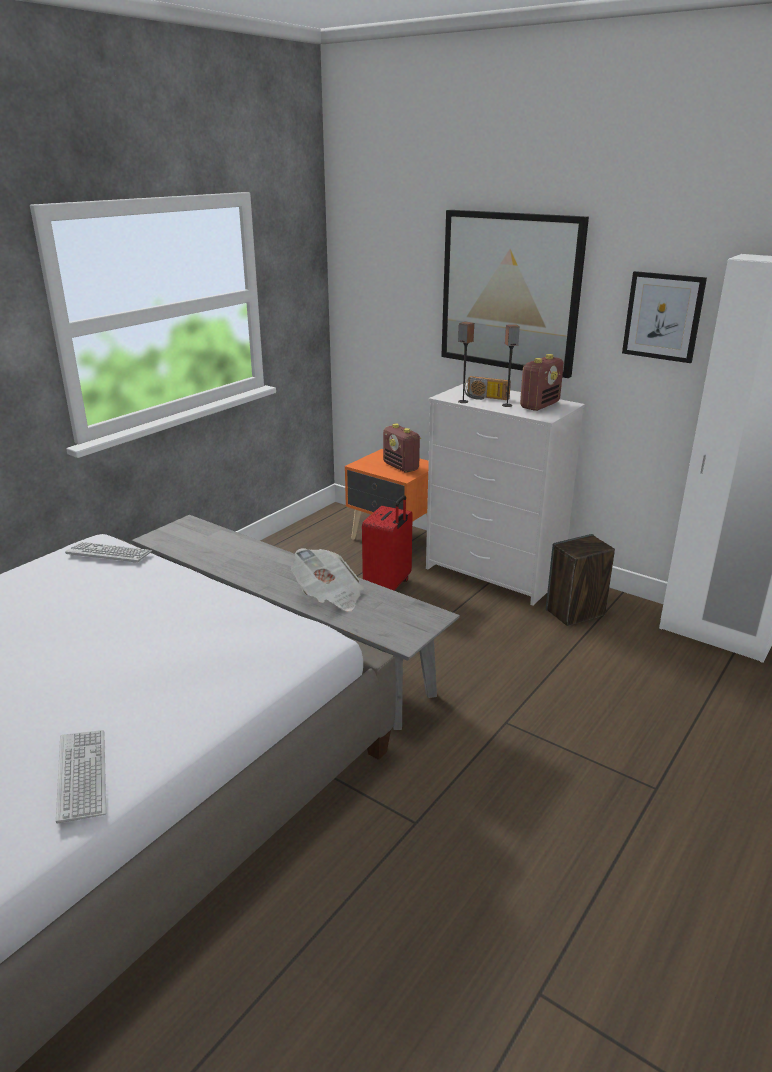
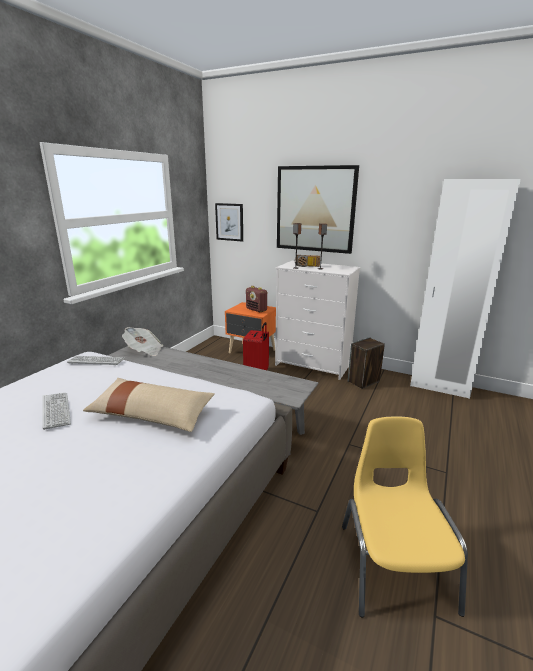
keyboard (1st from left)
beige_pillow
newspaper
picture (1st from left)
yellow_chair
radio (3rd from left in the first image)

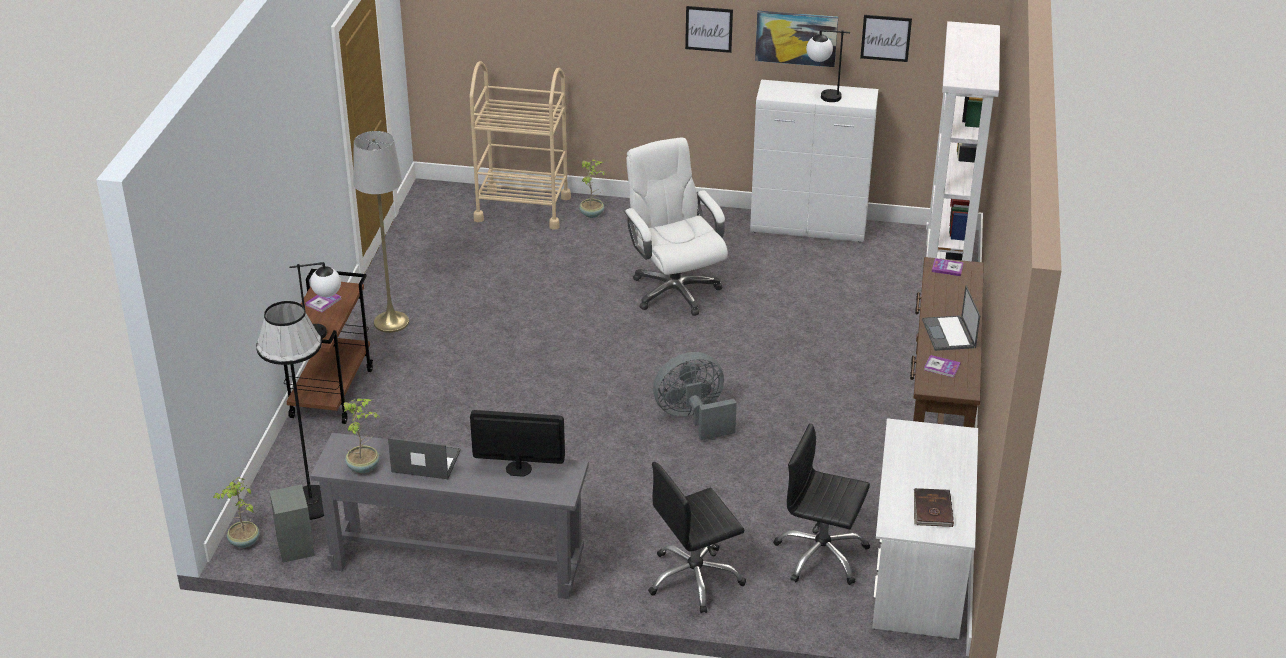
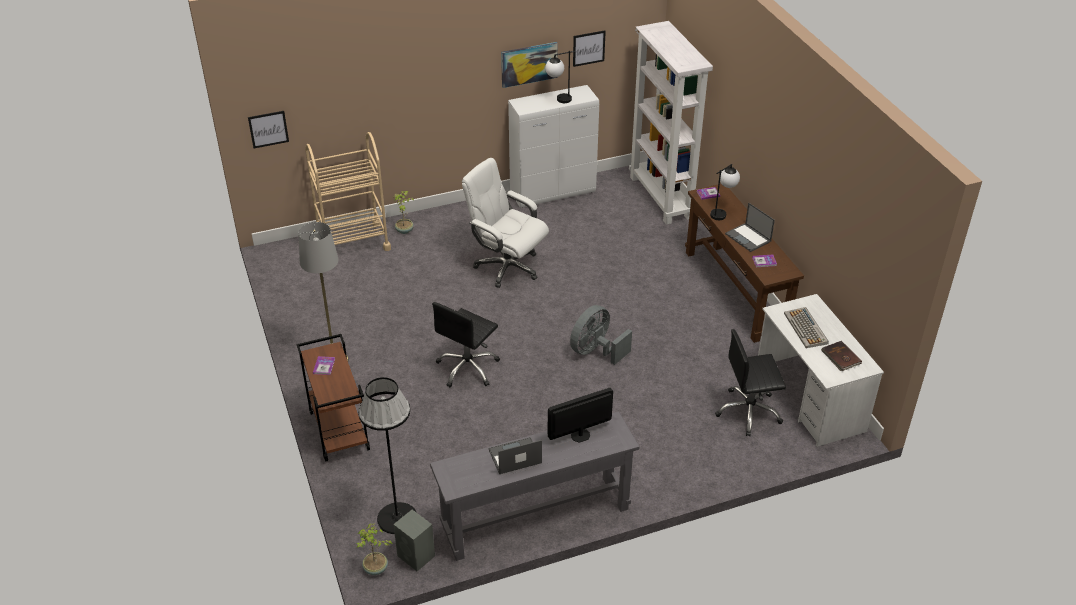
picture (1st from left)
black_office_chair (1st from left)
table_lamp (2nd from left)
keyboard
potted_plant (2nd from left in the first image)

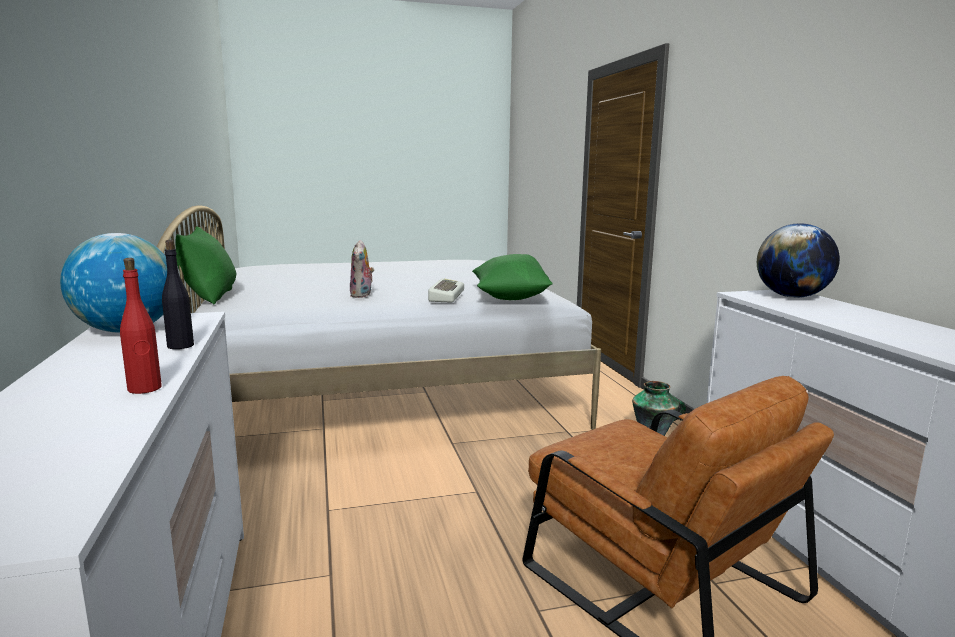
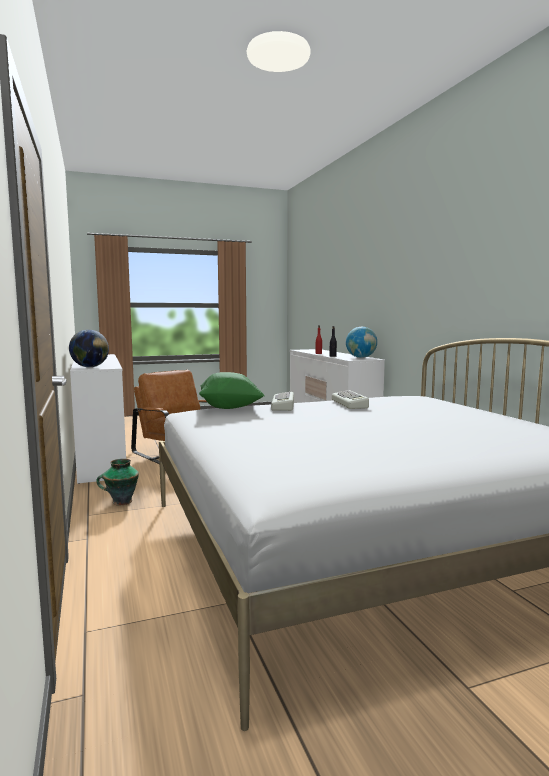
keyboard (2nd from left)
green_pillow (1st from left in the first image)

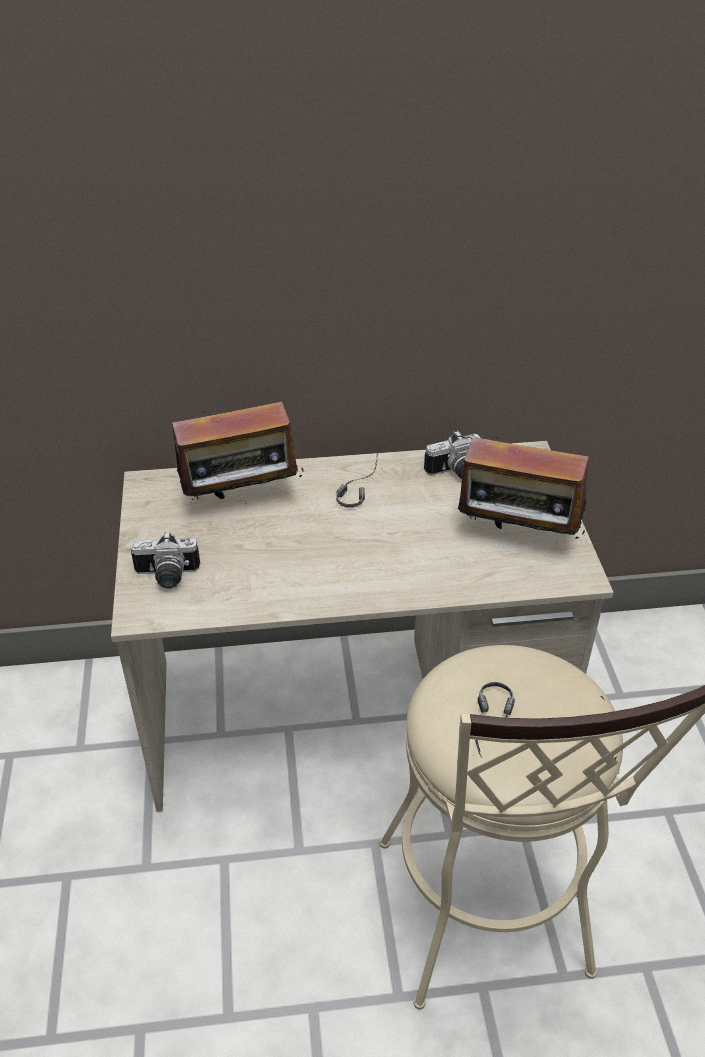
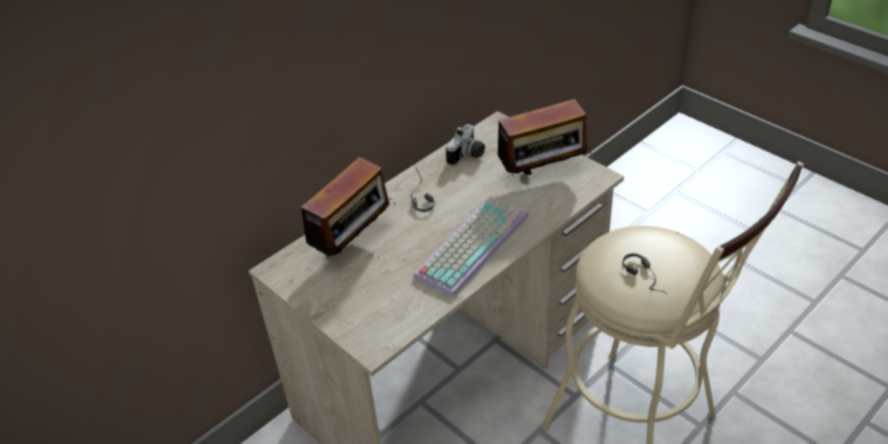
keyboard
photo_camera (1st from left in the first image)

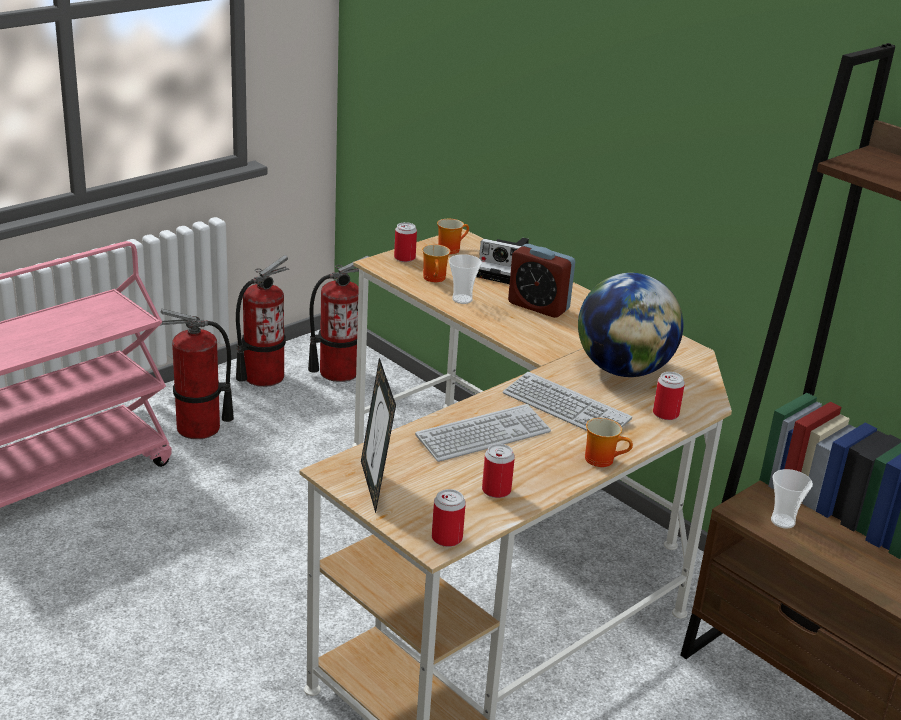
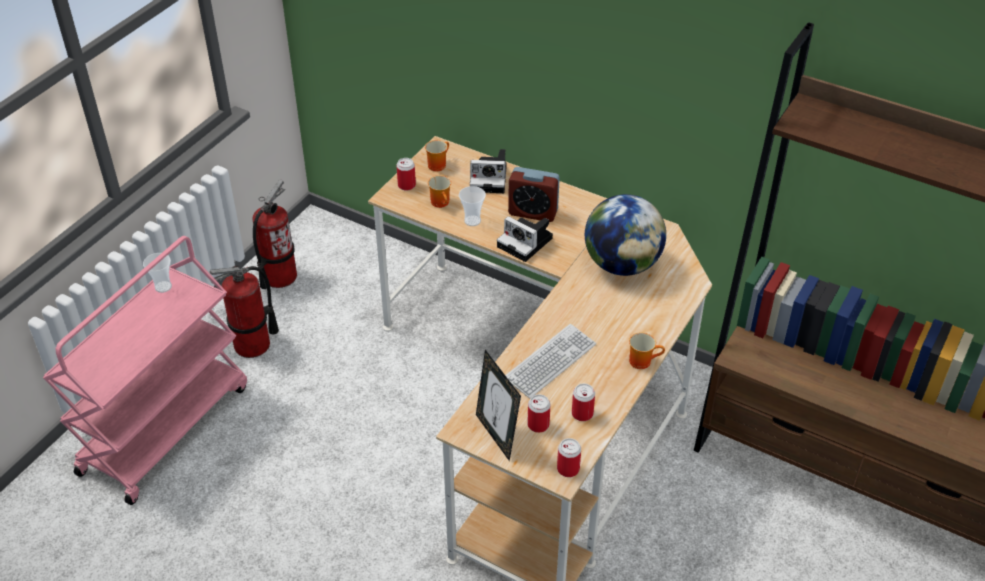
cup (1st from left)
photo_camera (2nd from left)
can (2nd from left)
fire_extinguisher (3rd from left in the first image)
keyboard (2nd from left in the first image)

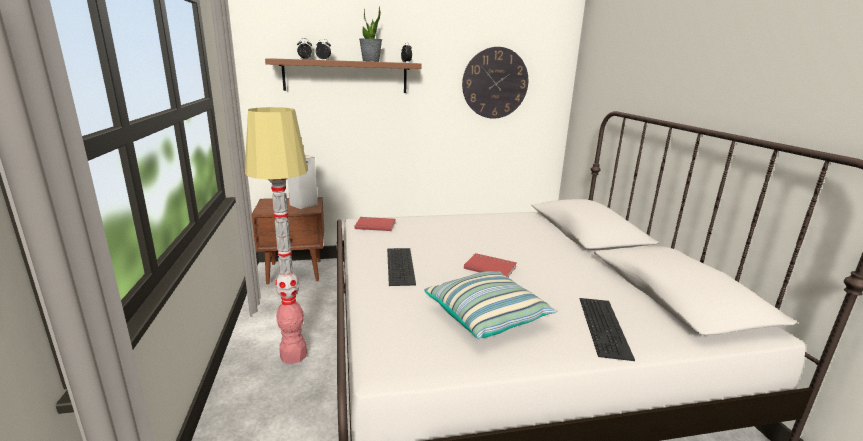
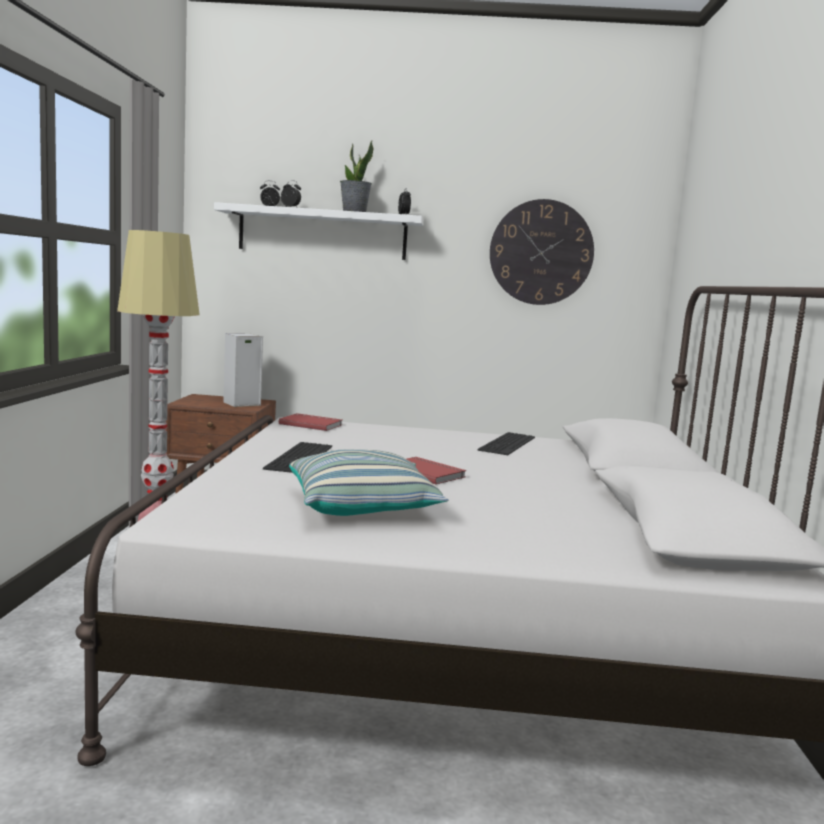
white_shelf
keyboard (2nd from left)

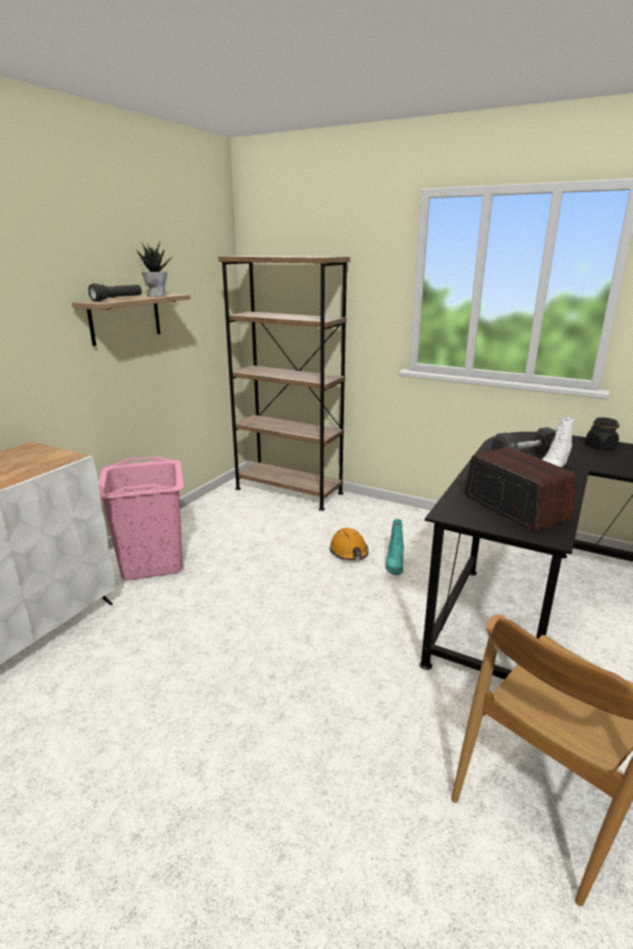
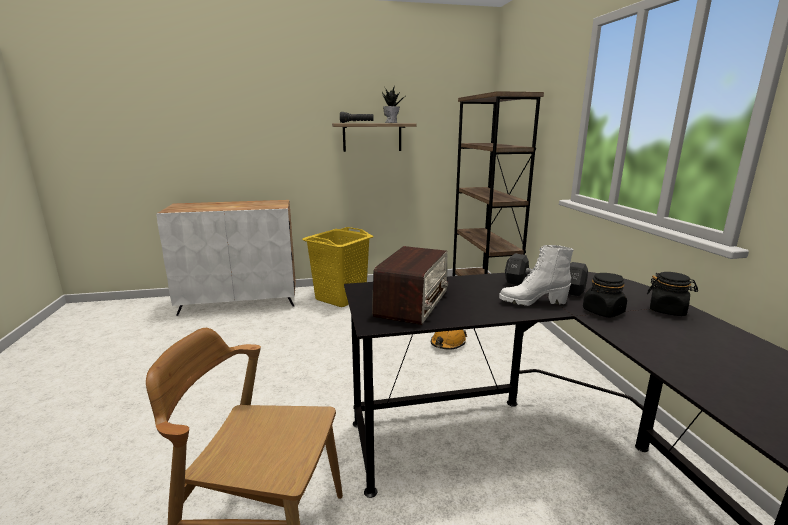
yellow_laundry_basket
black_jar (1st from left)
turquoise_boot

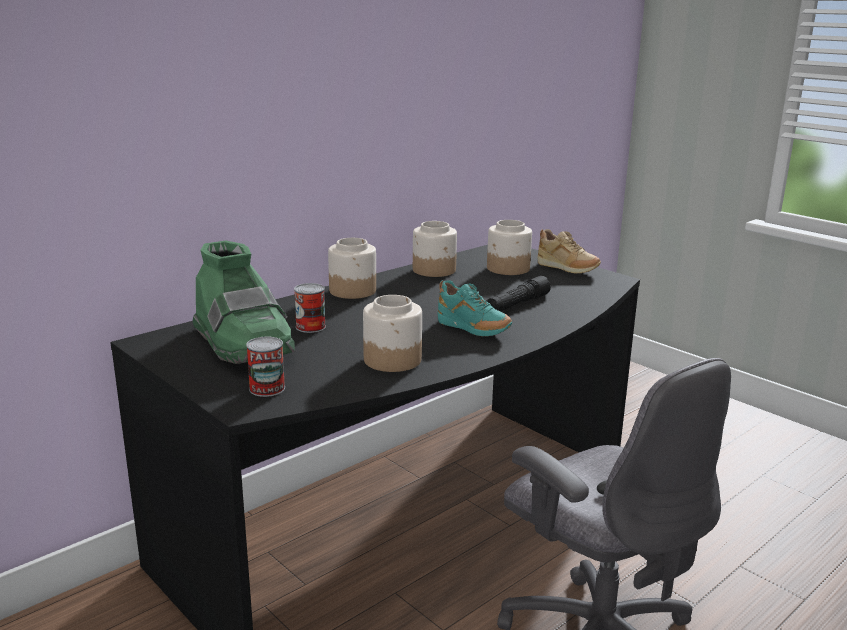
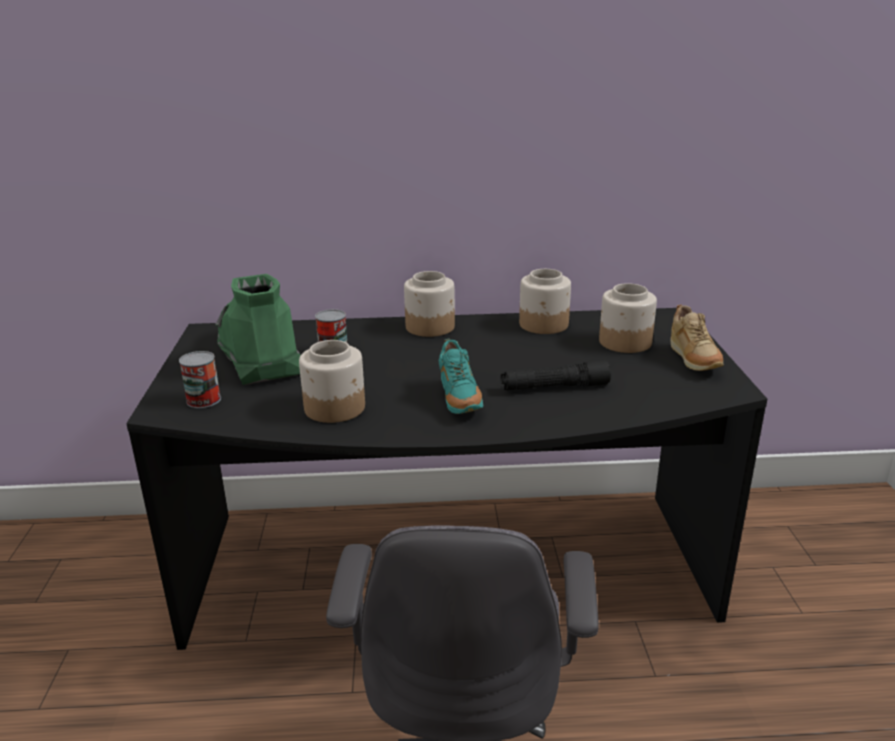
green_boot

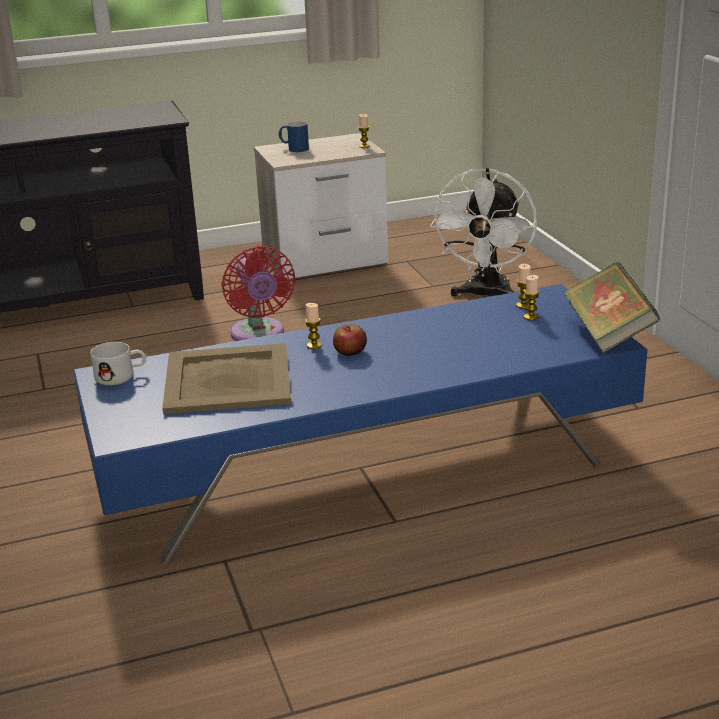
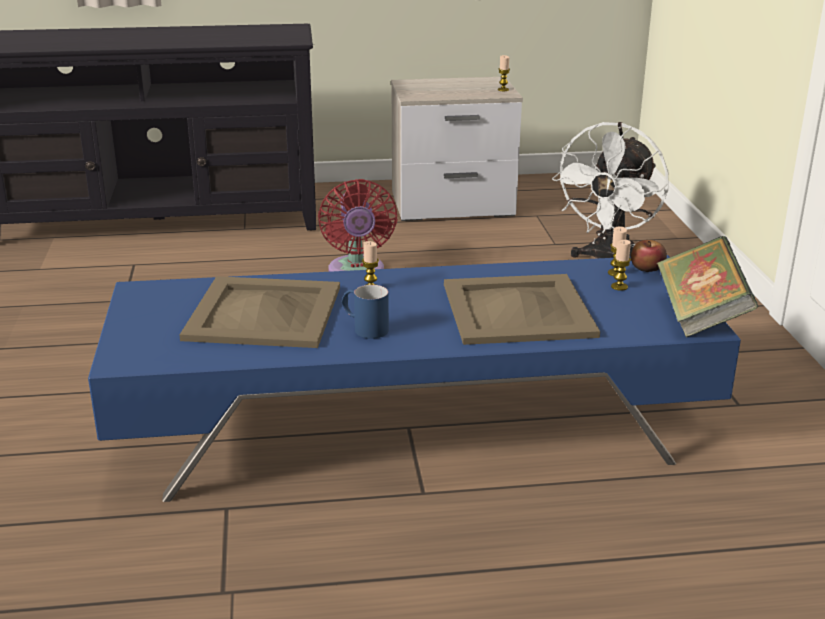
blue_mug
beige_tray (2nd from left)
apple
white_mug

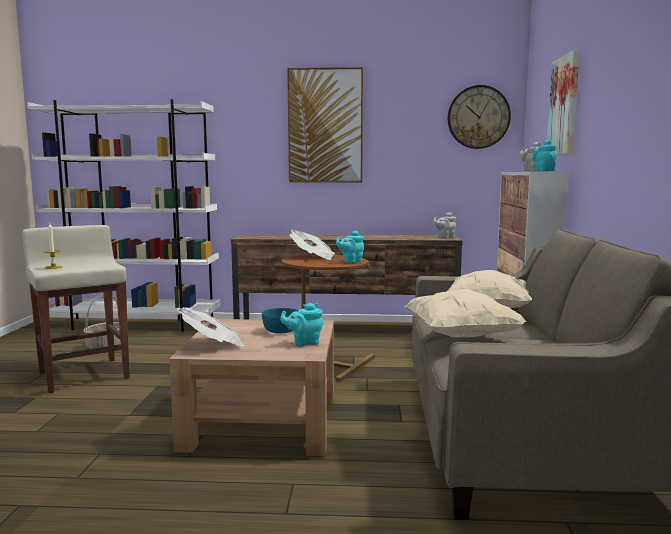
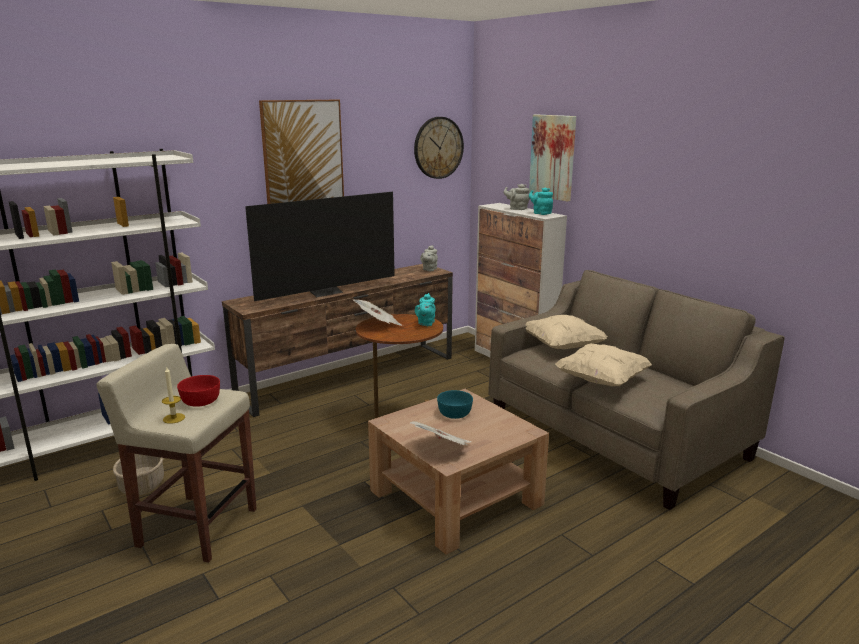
red_bowl
television
turquoise_teapot (1st from left in the first image)

